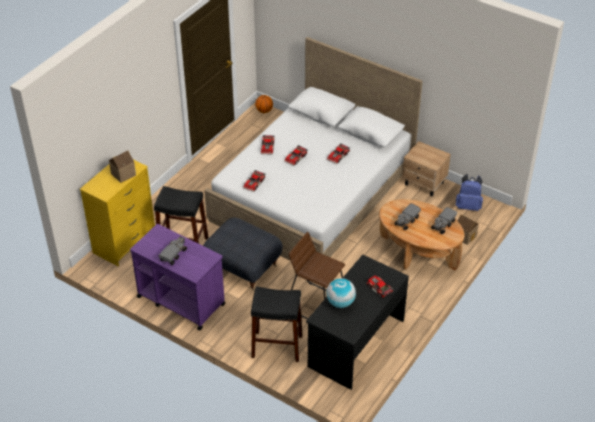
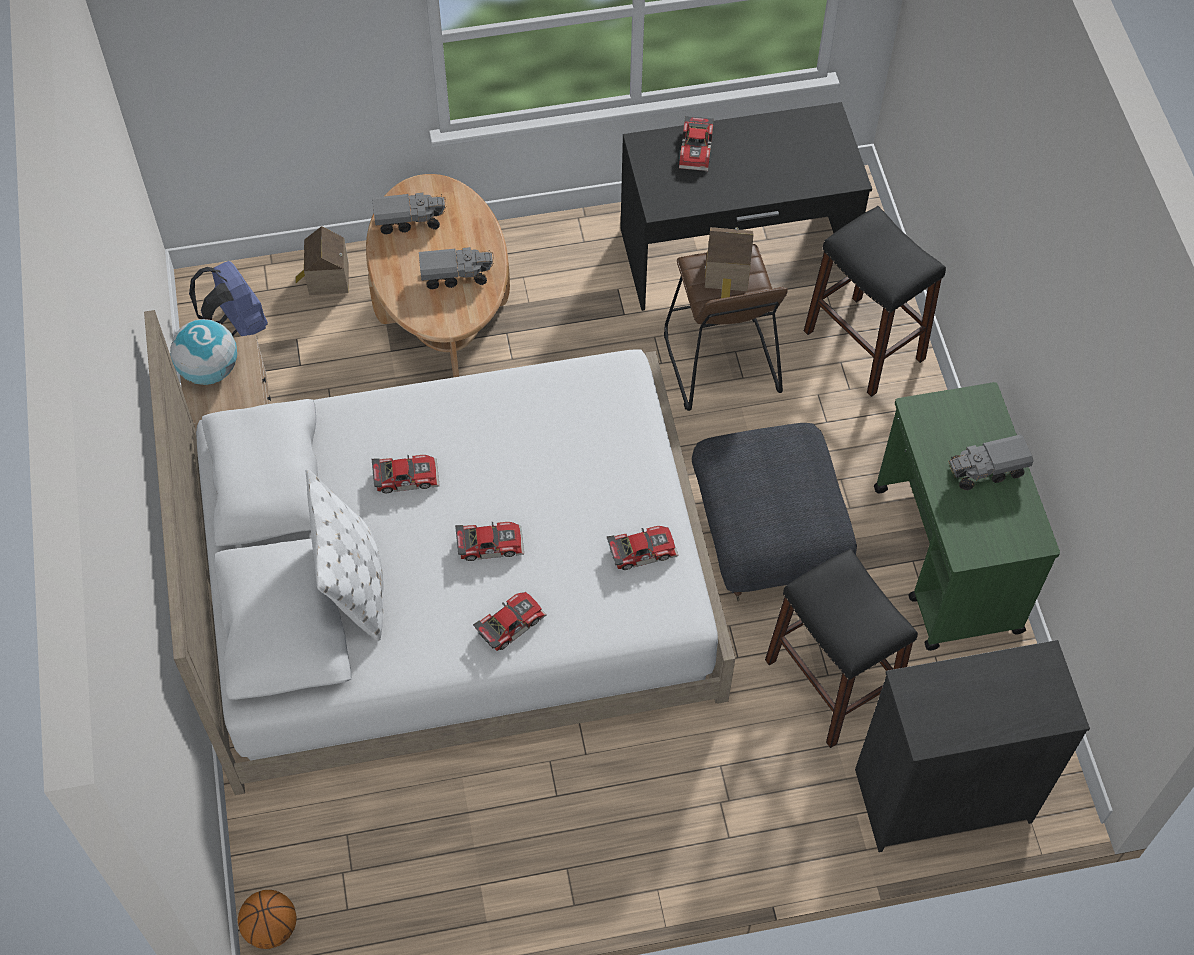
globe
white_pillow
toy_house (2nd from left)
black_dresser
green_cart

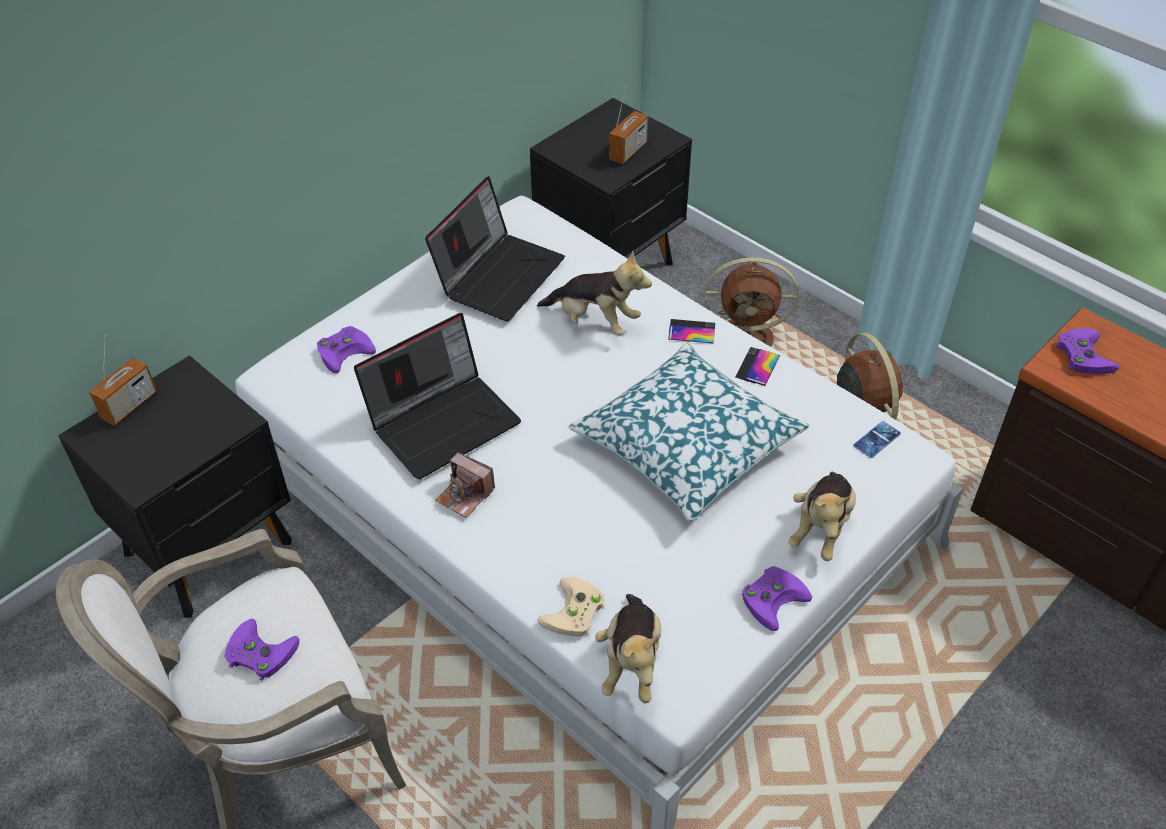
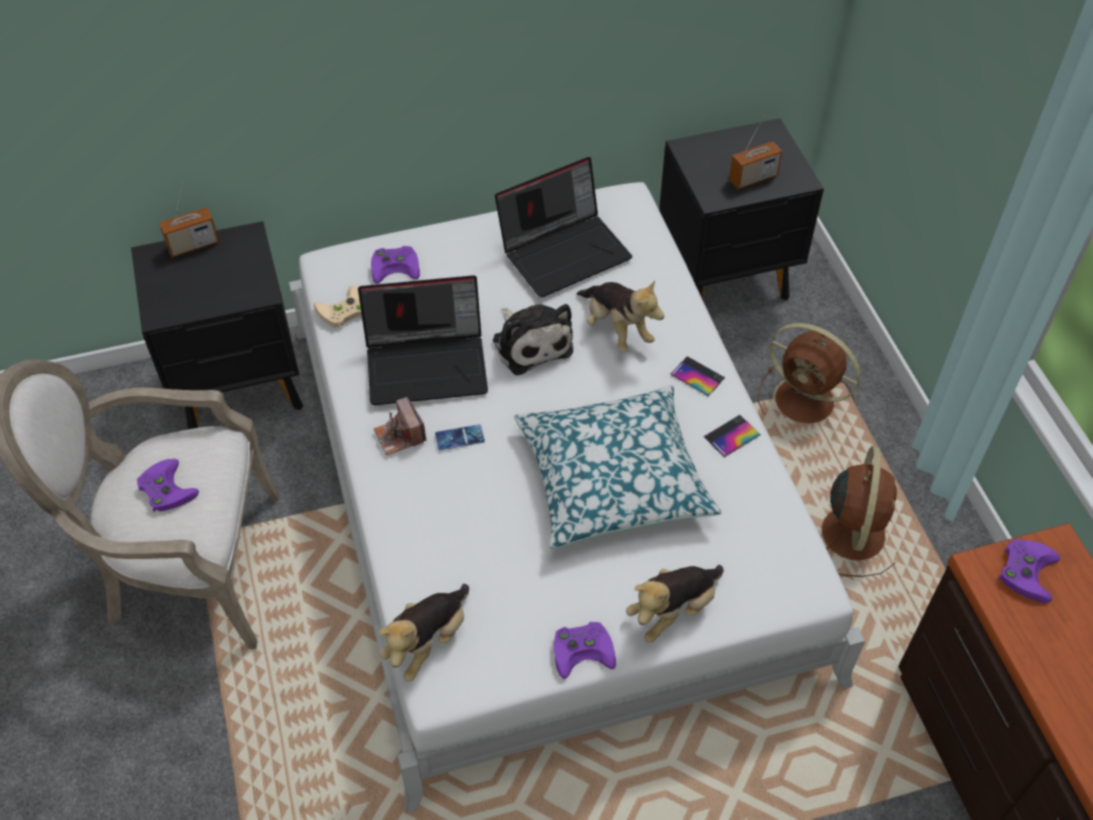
beige_game_controller
phone (1st from left)
plush_toy (2nd from left)

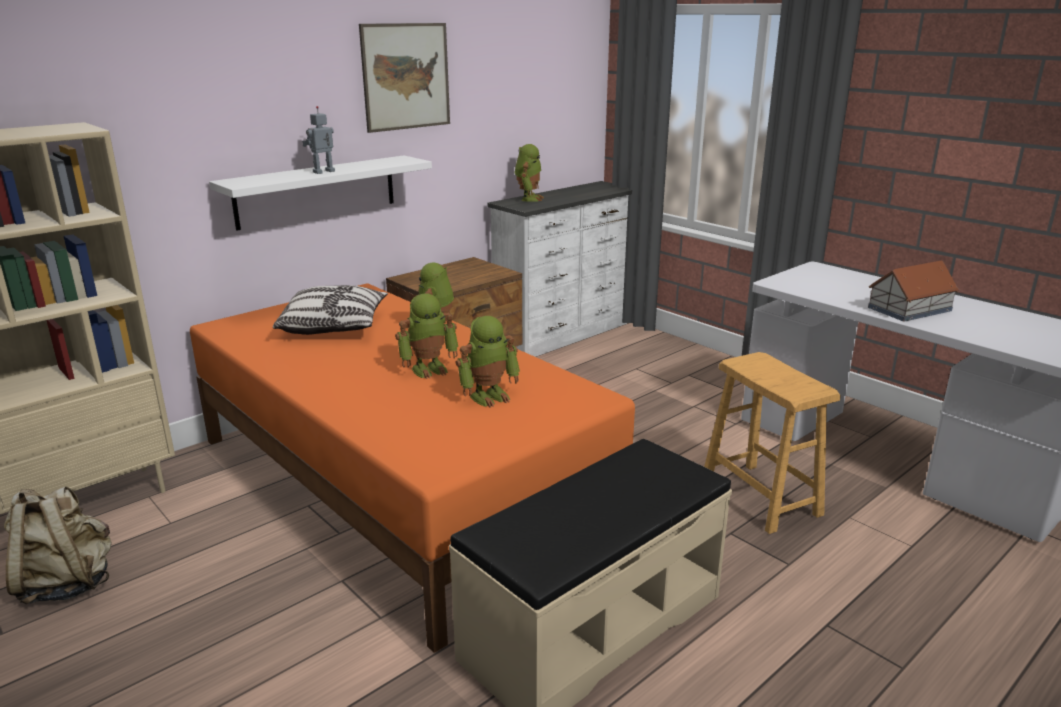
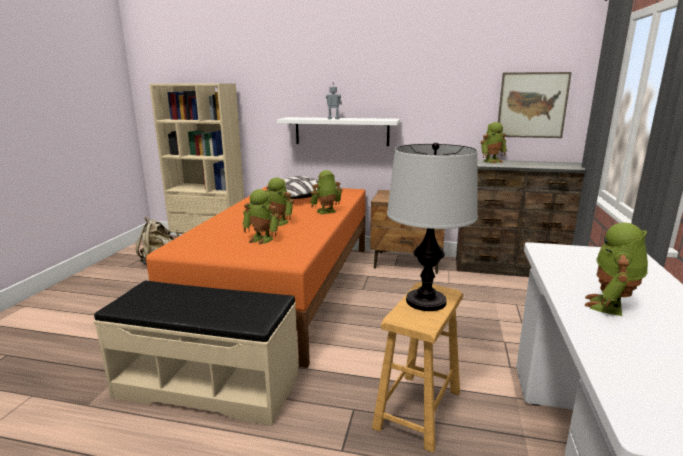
table_lamp
brown_dresser
picture
toy_robot (6th from left)

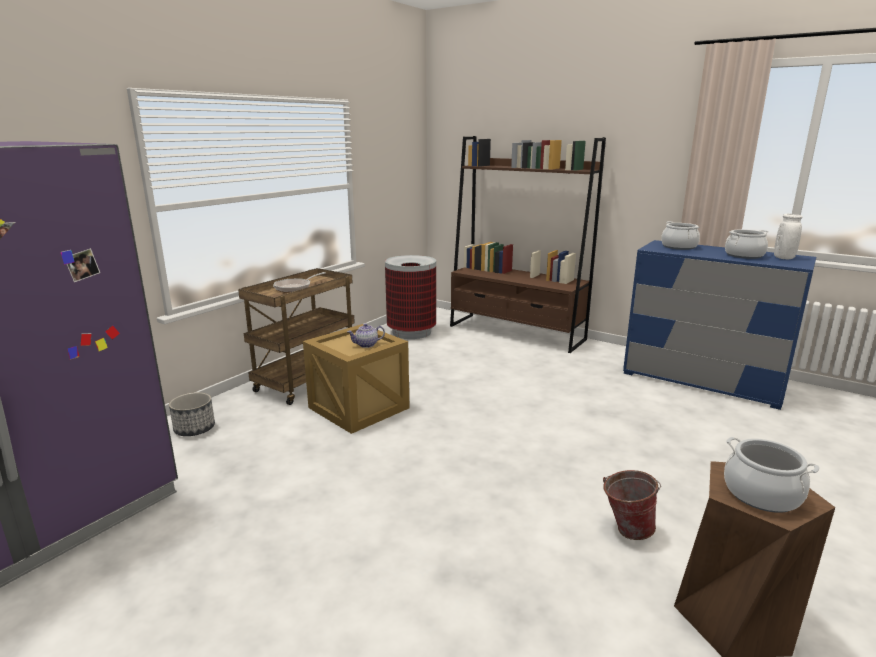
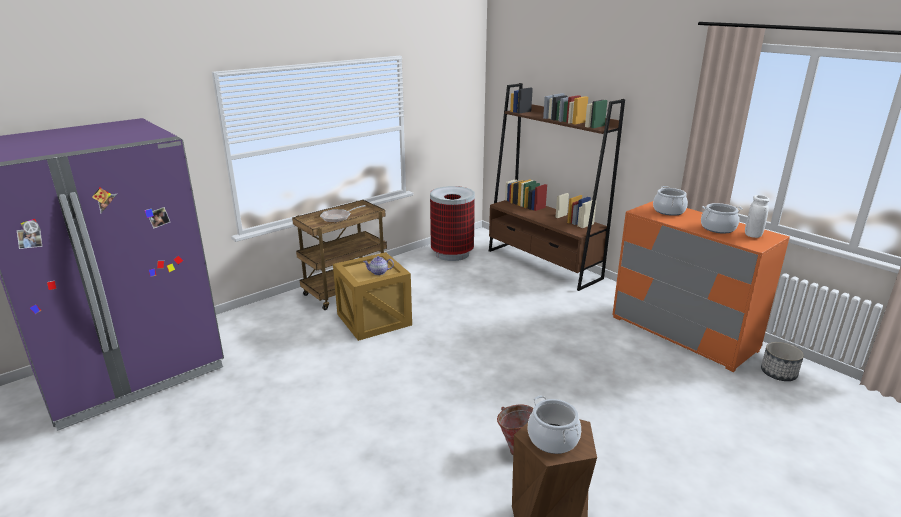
orange_dresser
planter

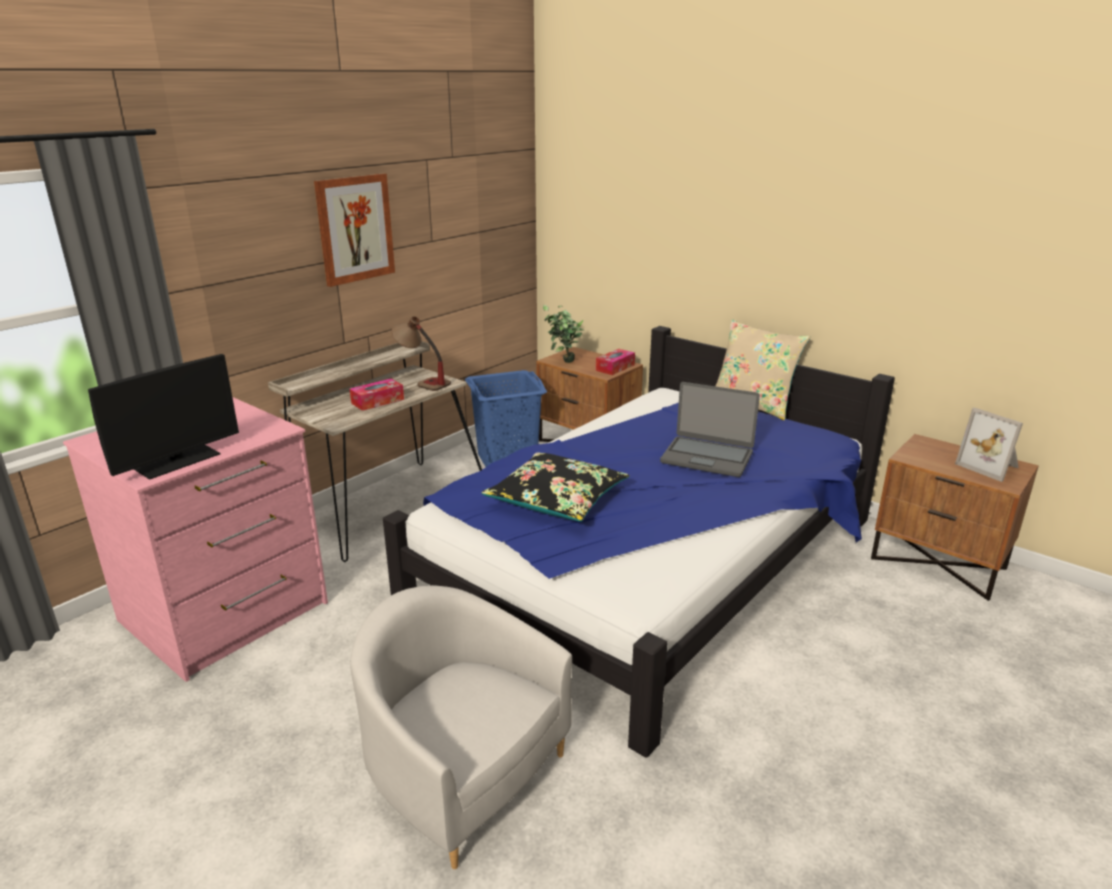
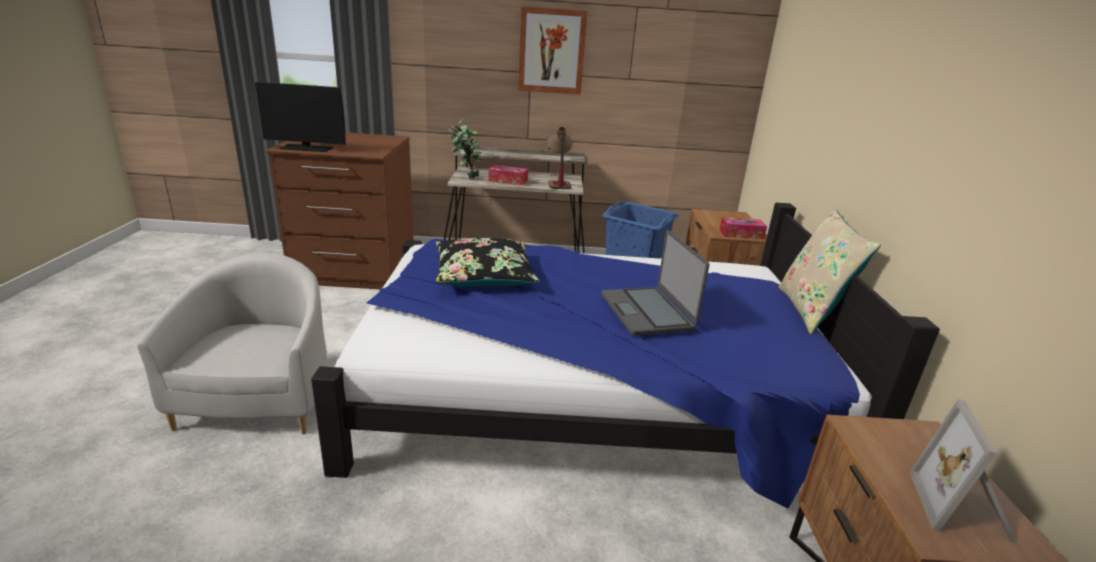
brown_dresser
potted_plant

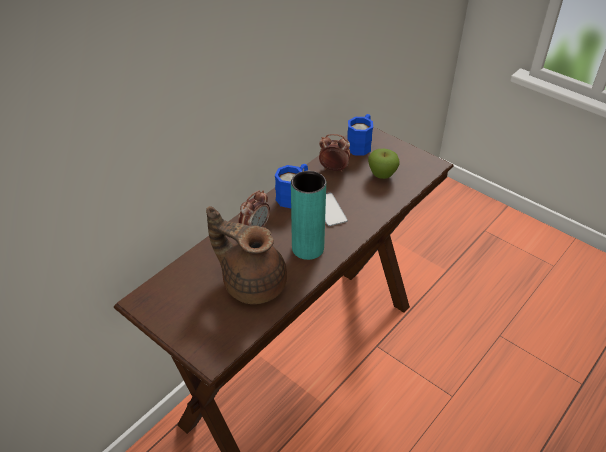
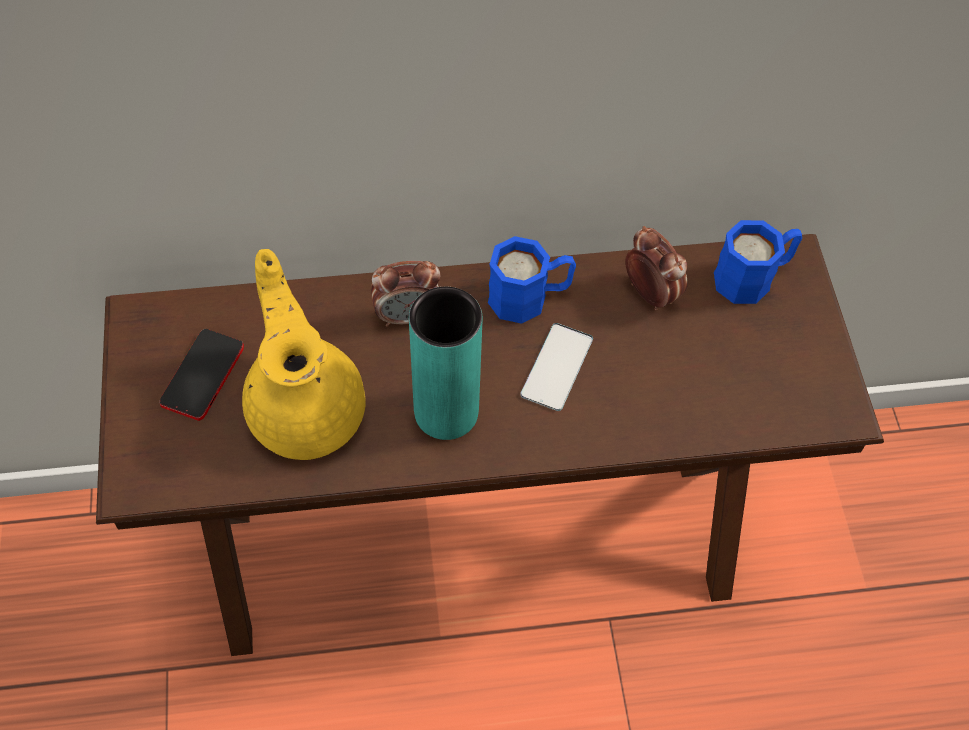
phone (1st from left)
yellow_teapot
apple

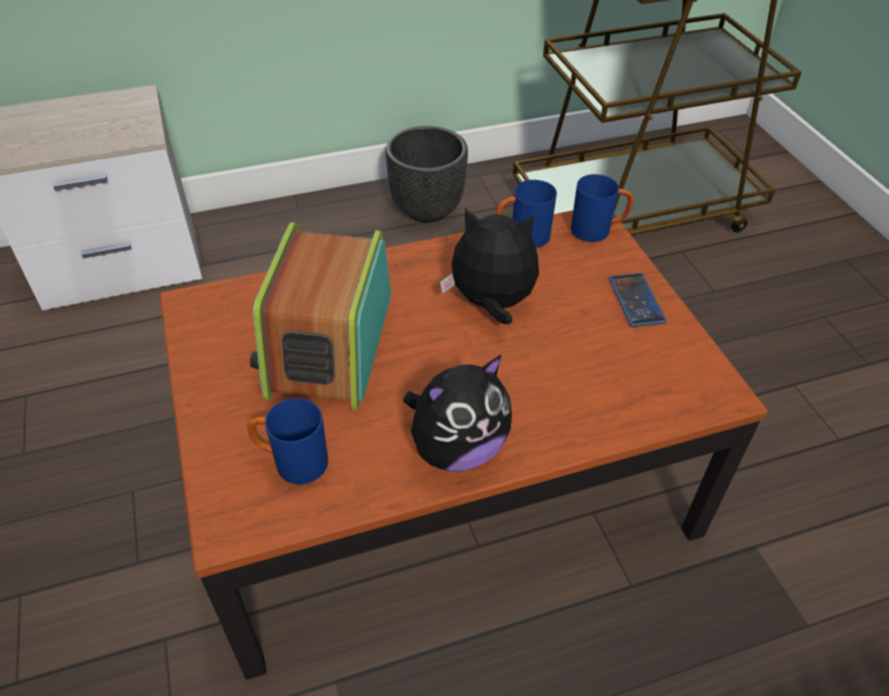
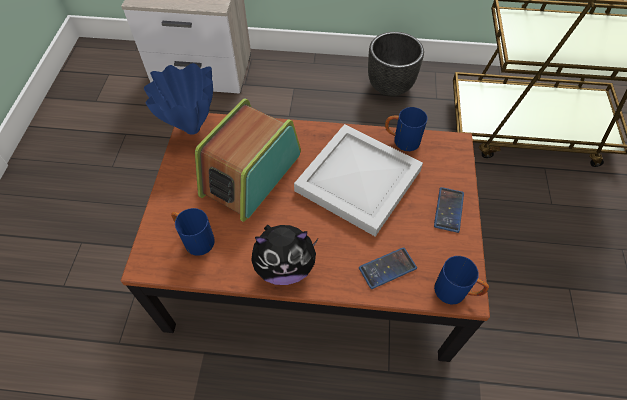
blue_vase
white_tray
phone (1st from left)
blue_mug (3rd from left)

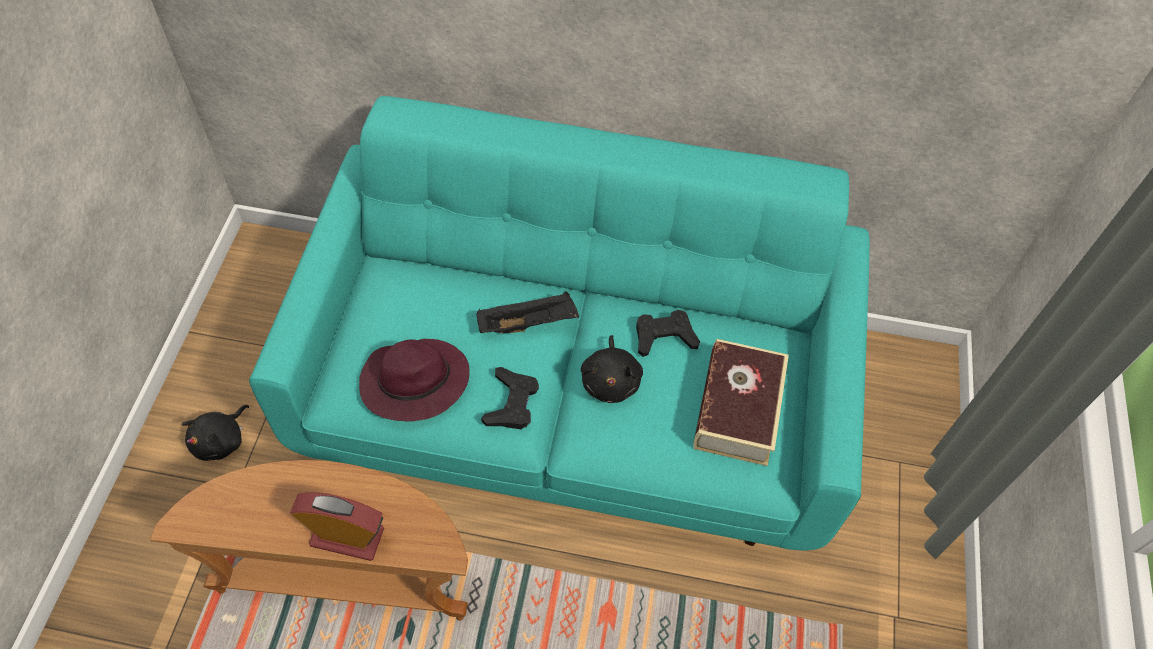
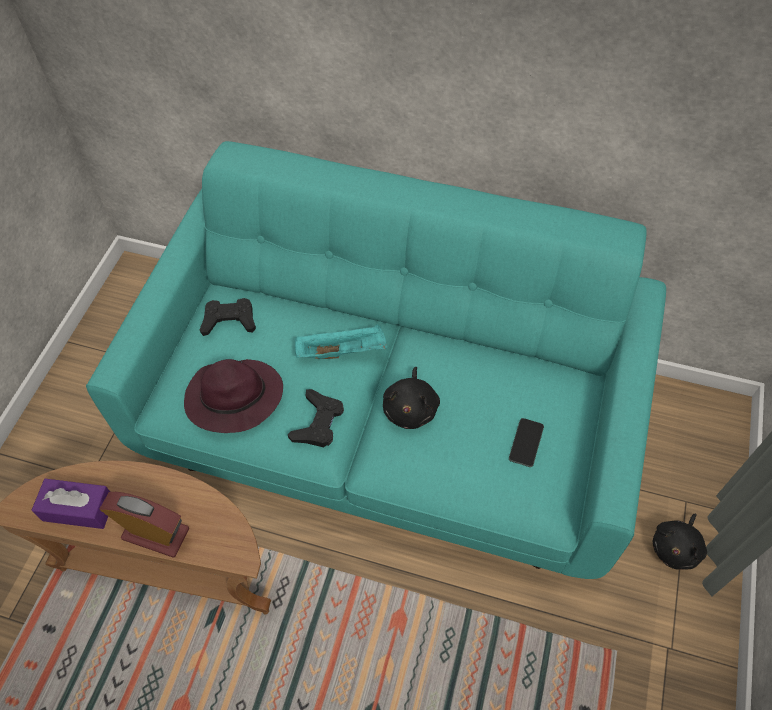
purple_tissue_box
black_game_controller (1st from left)
turquoise_tray
phone
black_plush_toy (2nd from left)

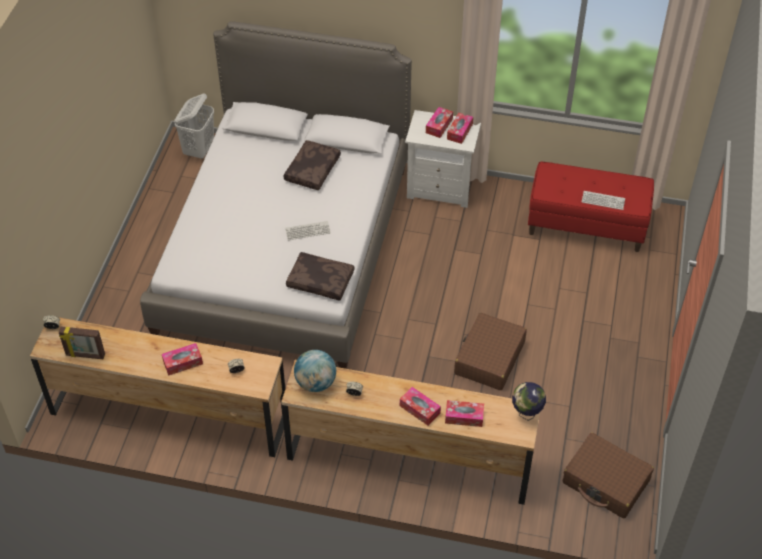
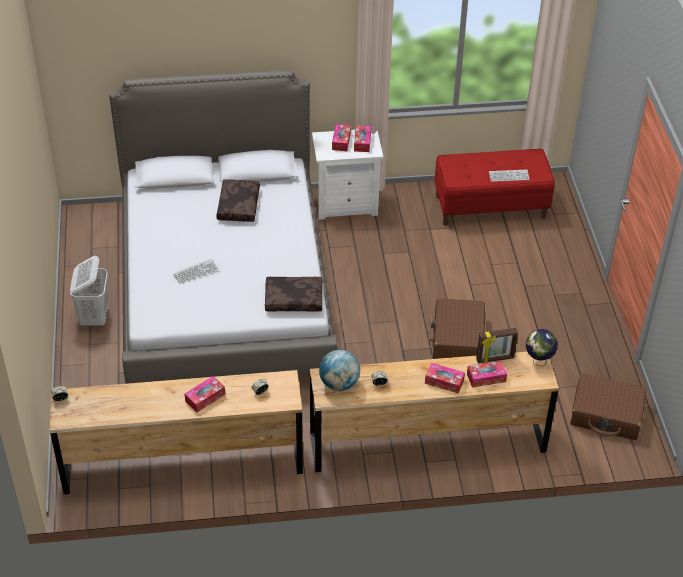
white_laundry_basket
keyboard (1st from left)
picture_frame

